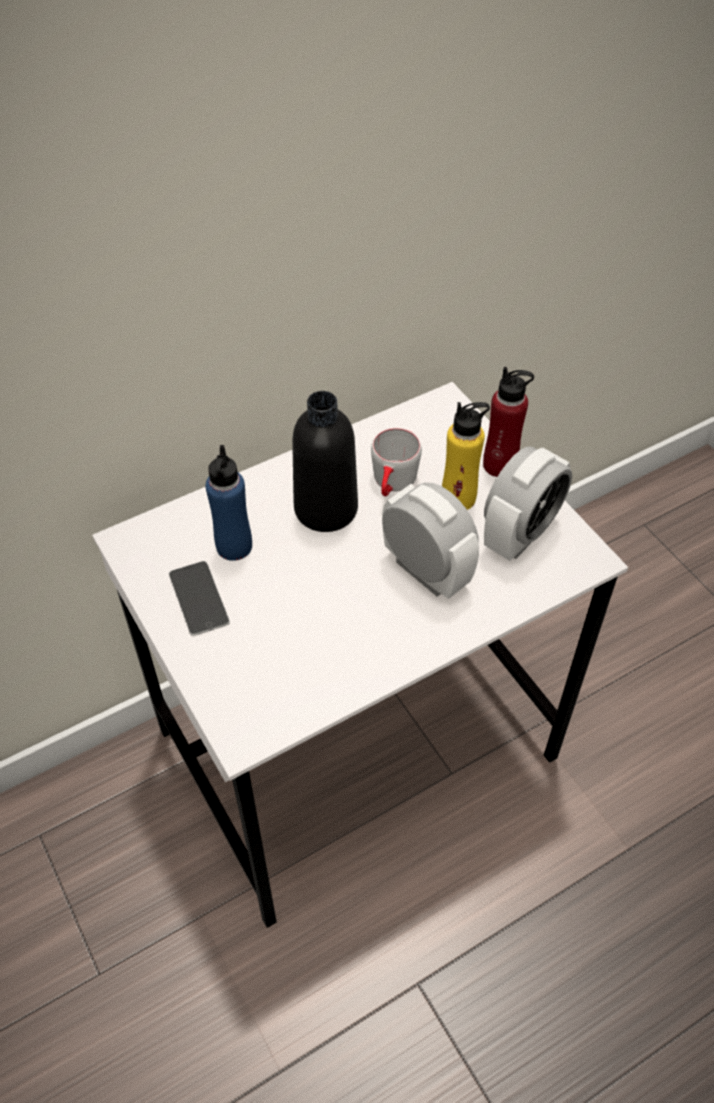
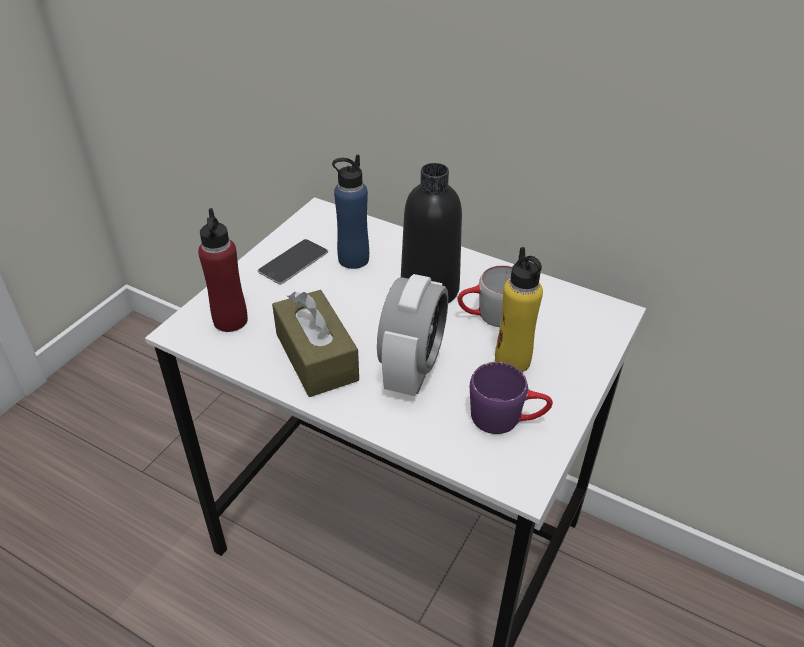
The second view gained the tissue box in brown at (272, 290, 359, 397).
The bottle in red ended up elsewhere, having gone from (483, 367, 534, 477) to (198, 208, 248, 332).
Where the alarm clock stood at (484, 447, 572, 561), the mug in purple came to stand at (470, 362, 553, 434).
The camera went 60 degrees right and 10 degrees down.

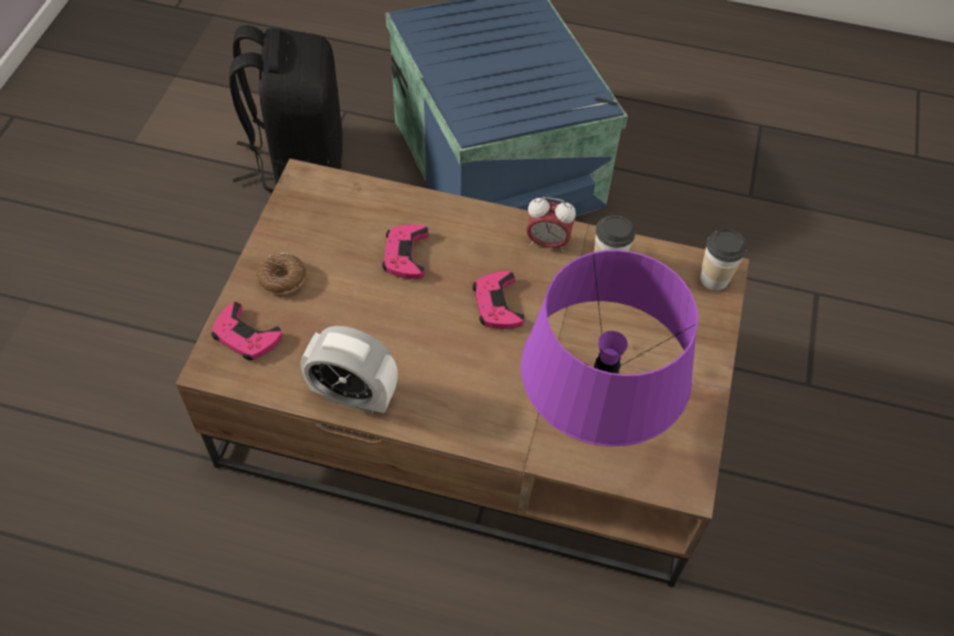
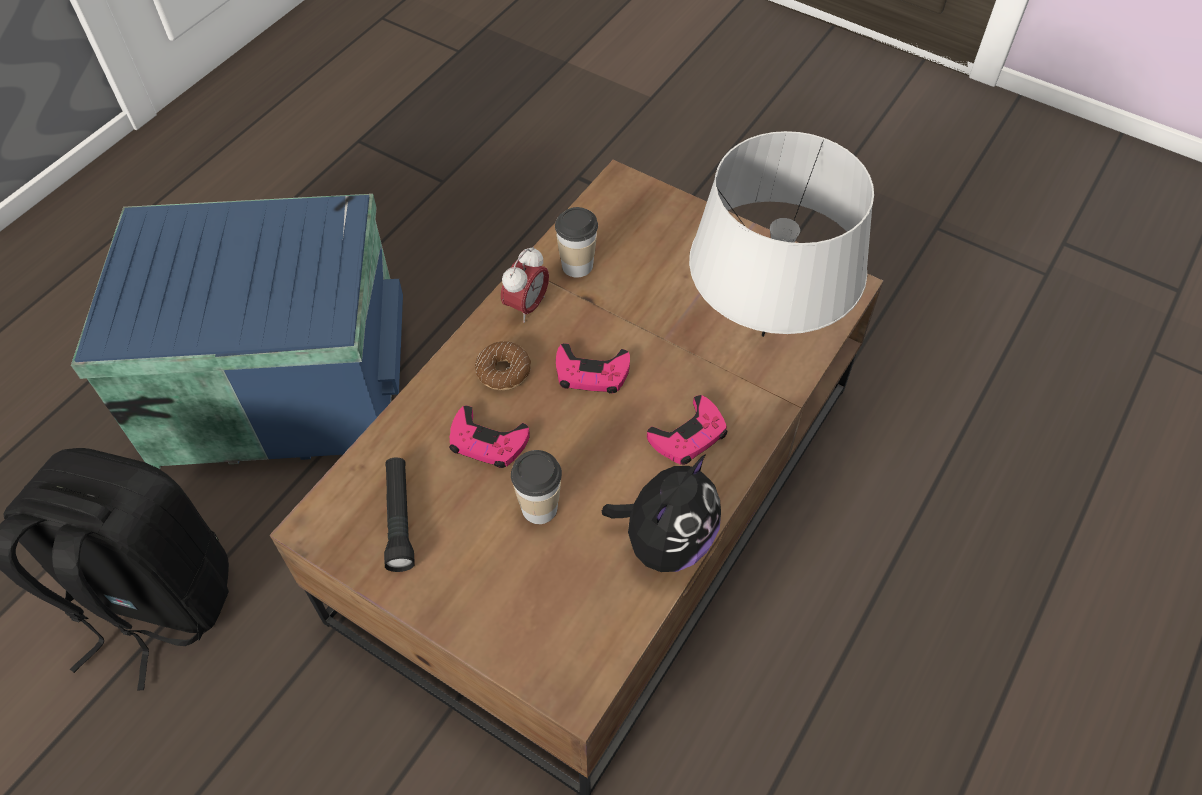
The second view gained the flashlight in black at (384, 458, 414, 572).
The game controller in pink ended up elsewhere, having gone from (211, 302, 283, 361) to (647, 395, 727, 465).
The donut ended up elsewhere, having gone from (256, 253, 306, 295) to (475, 341, 531, 390).
The cup ended up elsewhere, having gone from (700, 229, 747, 291) to (511, 450, 562, 524).
Where the alarm clock stood at (301, 326, 398, 414), the plush toy came to stand at (602, 454, 721, 572).
What was the table lamp in purple at (521, 250, 698, 446) turned into the table lamp in grey at (689, 131, 874, 337).
The camera went 70 degrees left and 0 degrees up.

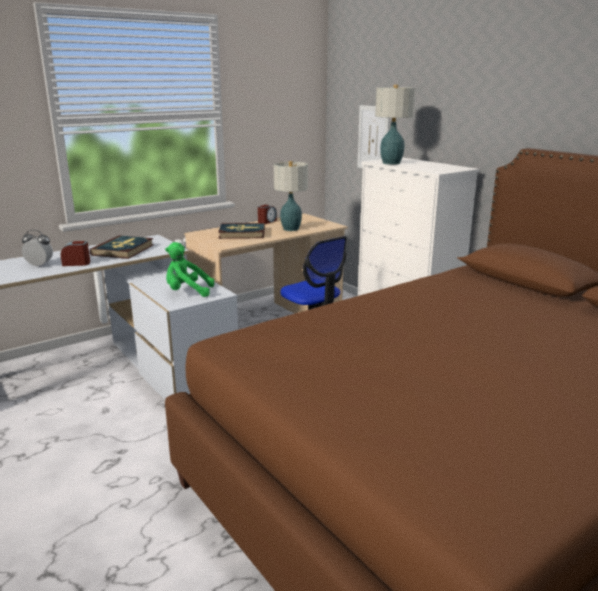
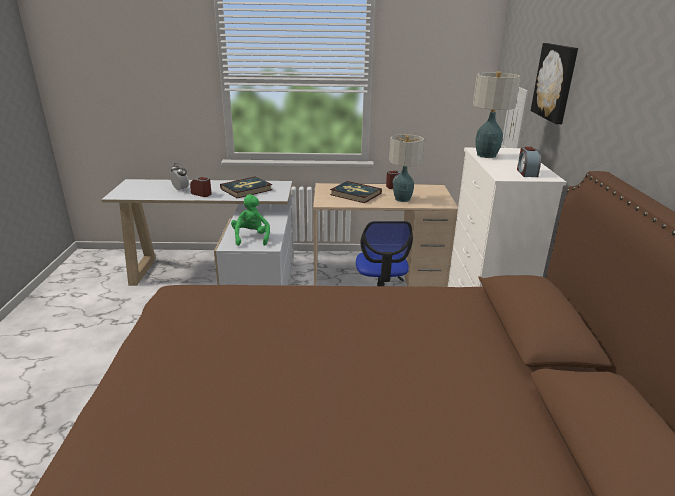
The second view gained the alarm clock at (517, 147, 541, 177).
The second view gained the picture at (531, 43, 578, 124).
The plush toy in green at (165, 242, 215, 297) ended up facing another way, 45 degrees clockwise from before.
The camera went 35 degrees right and 5 degrees up.

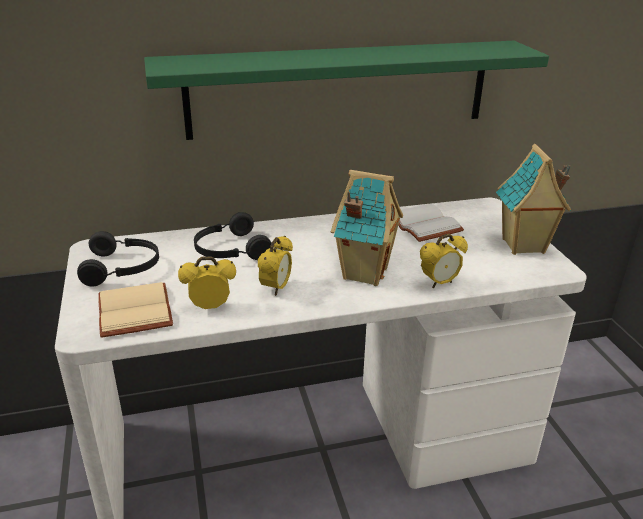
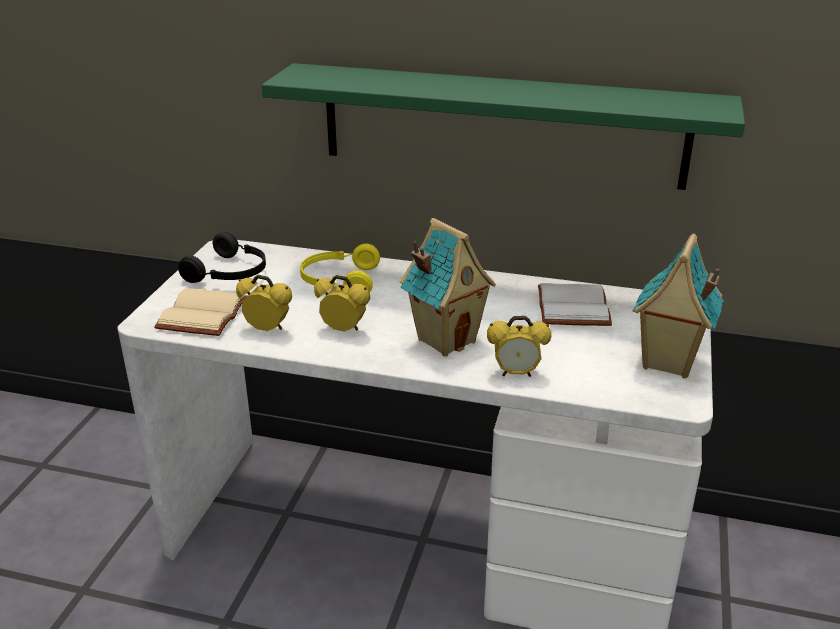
What was the headphones in black at (194, 212, 271, 260) turned into the headphones in yellow at (300, 244, 380, 292).
The alarm clock at (258, 236, 293, 296) ended up facing another way, 120 degrees counterclockwise from before.
The camera went 30 degrees right and 0 degrees up.

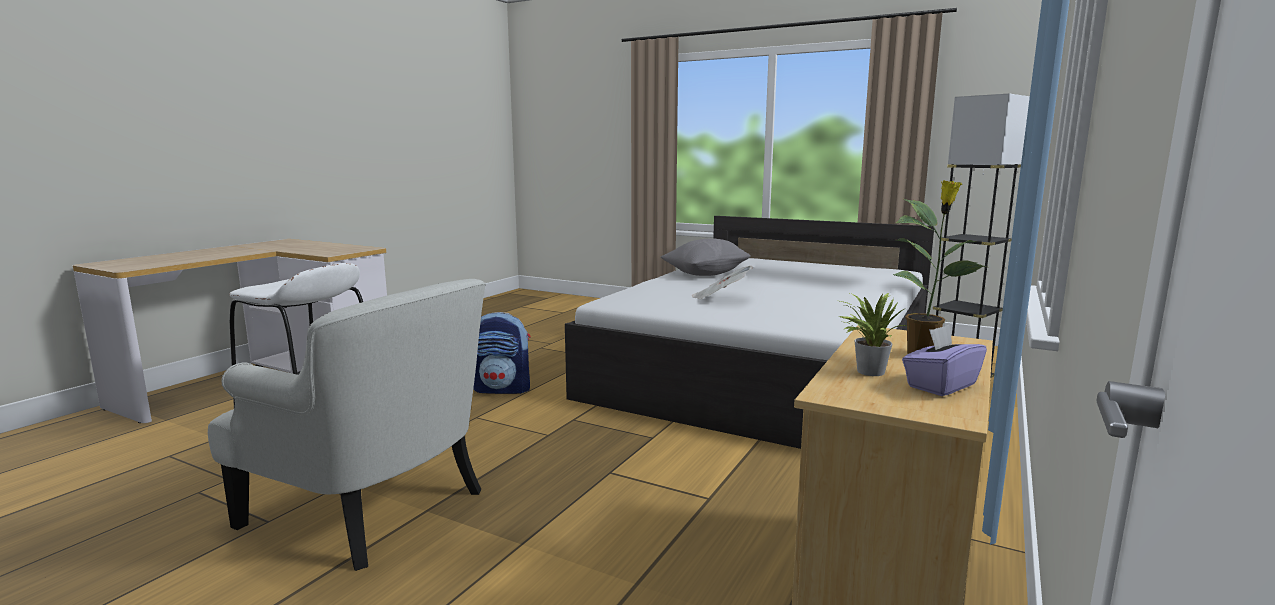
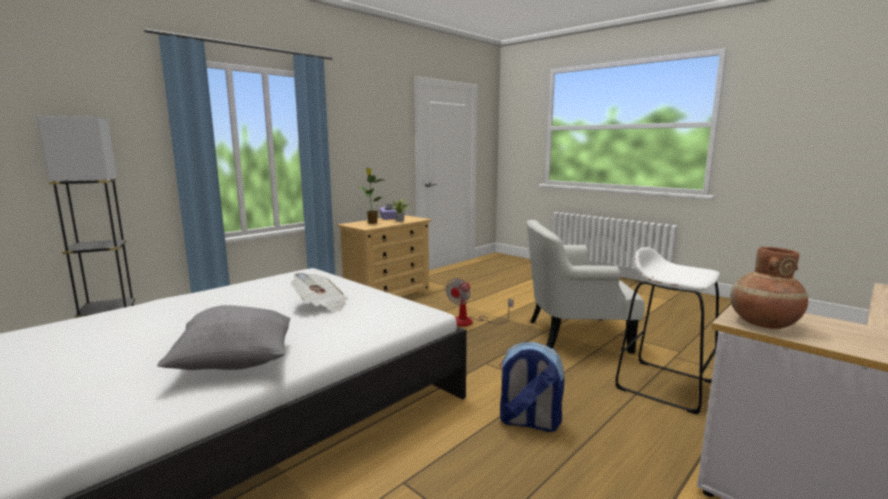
The second view gained the fan at (446, 278, 514, 327).
The second view gained the vase in brown at (730, 247, 808, 329).
The armchair in white at (208, 279, 486, 571) ended up facing another way, 45 degrees counterclockwise from before.
The camera went 165 degrees left and 0 degrees up.

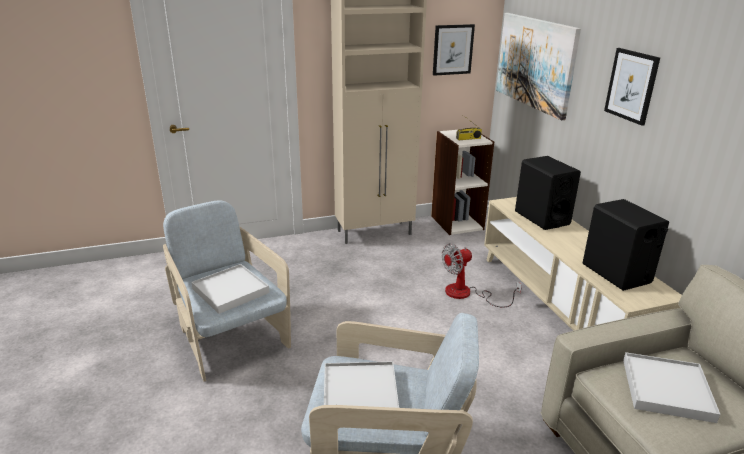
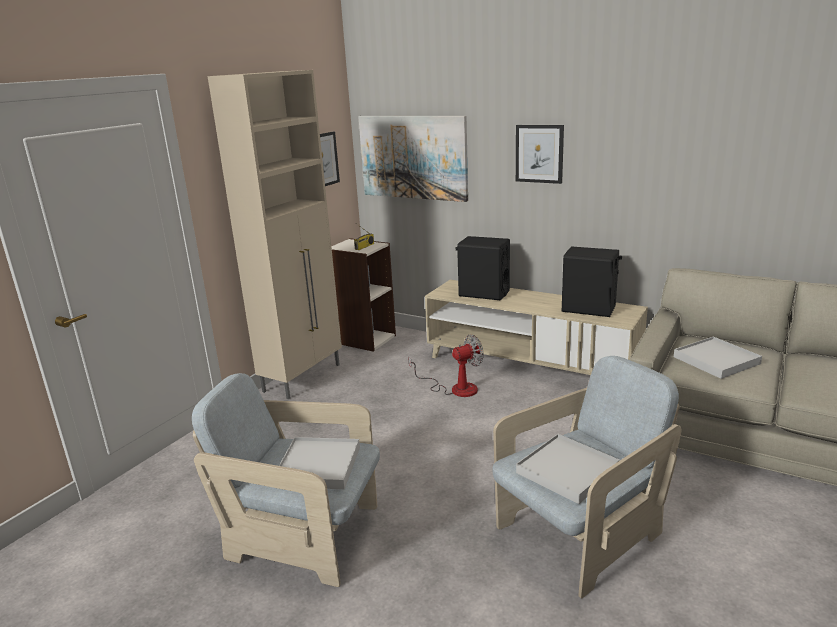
The fan at (442, 243, 522, 308) ended up facing another way, 135 degrees counterclockwise from before.
The camera went 40 degrees left and 5 degrees down.

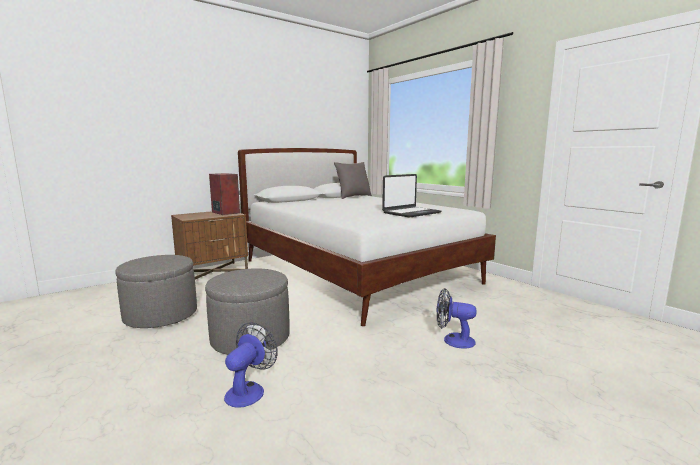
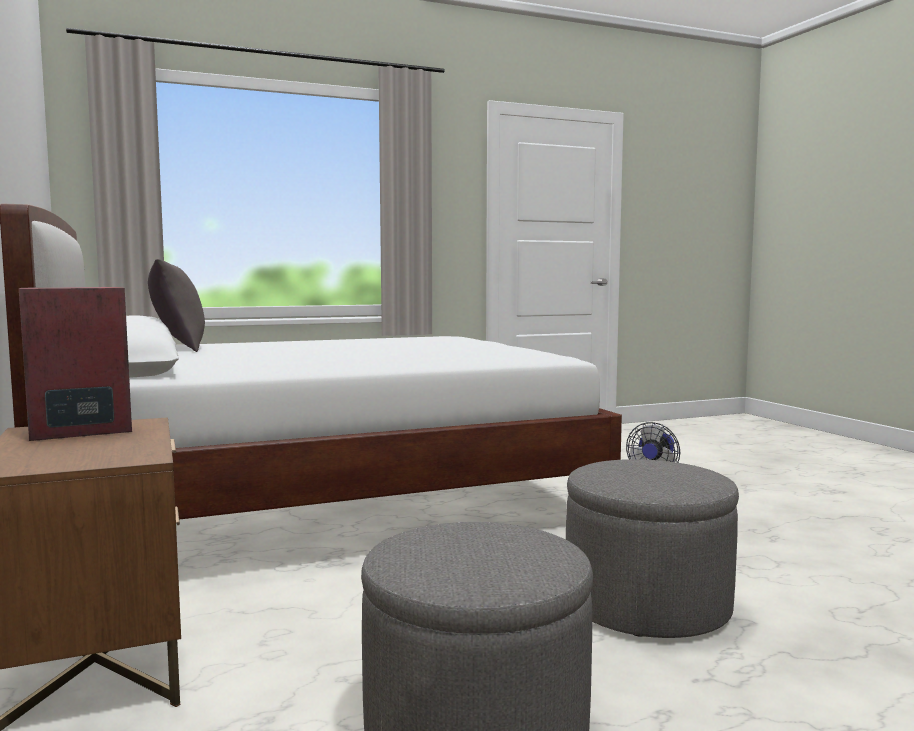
The second view lost the fan at (224, 322, 278, 408).
The second view lost the laptop at (382, 174, 441, 218).
The camera went 75 degrees left and 5 degrees down.

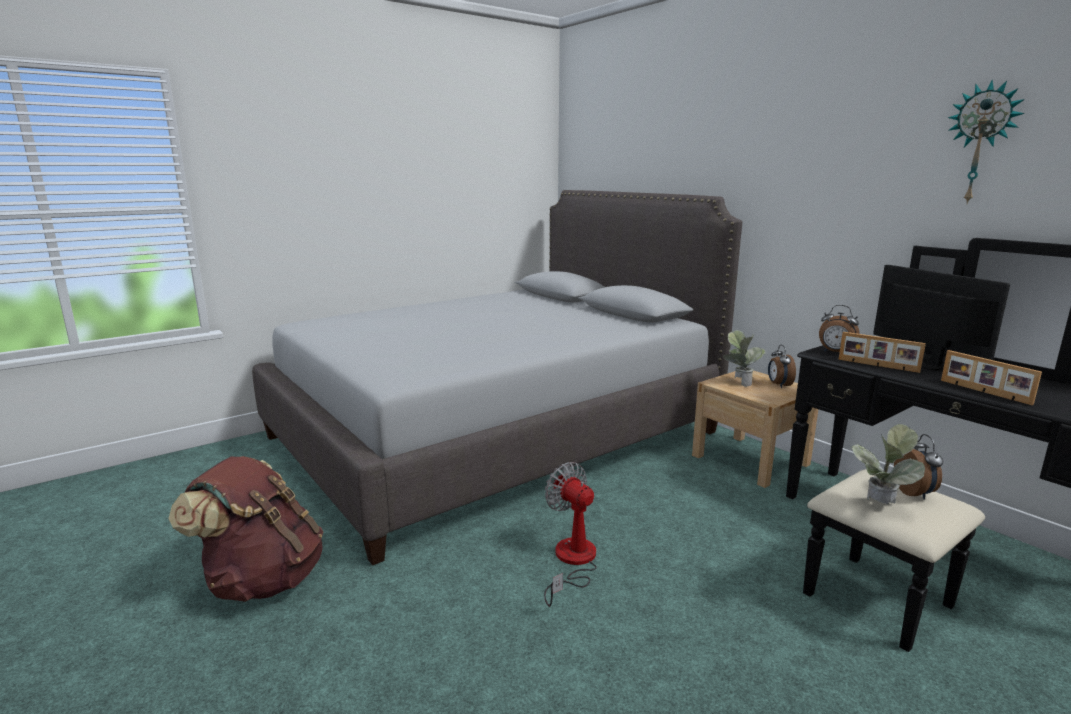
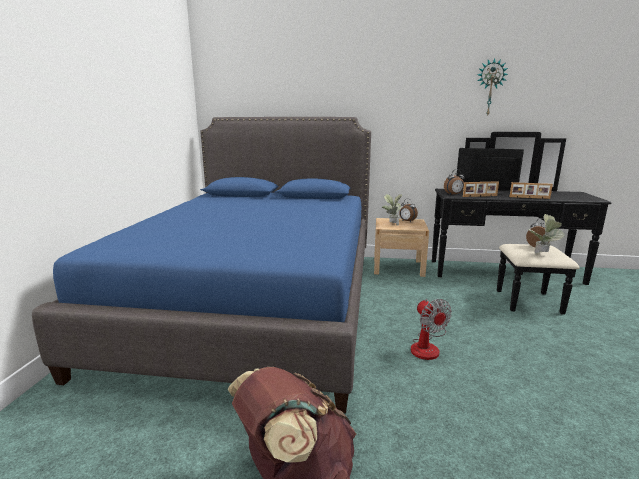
What was the bed in grey at (252, 190, 742, 565) turned into the bed in blue at (32, 117, 371, 413).
The fan at (544, 462, 597, 607) ended up facing another way, 120 degrees counterclockwise from before.
The camera went 45 degrees left and 0 degrees up.

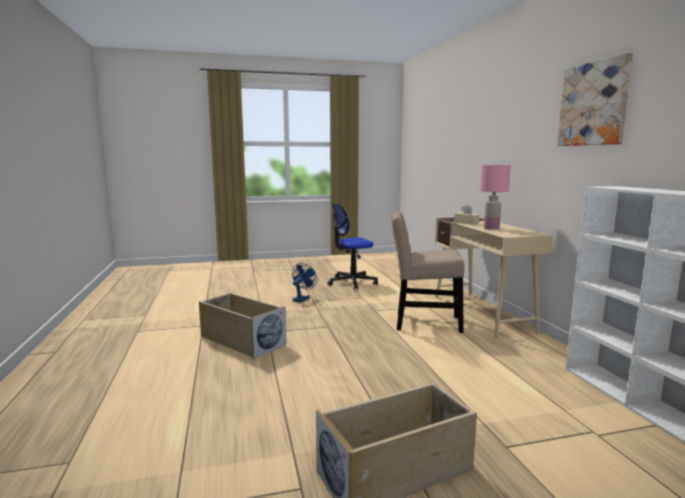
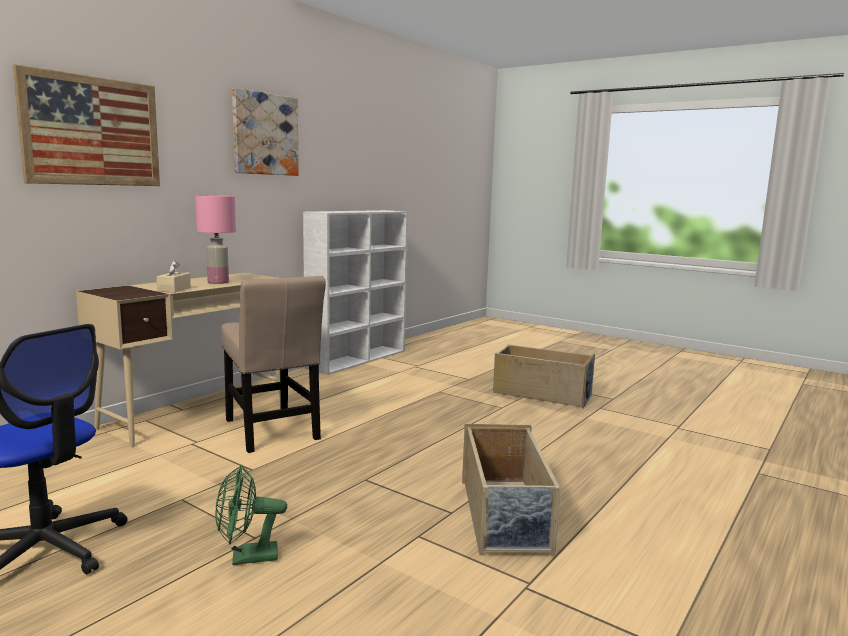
The second view gained the picture at (13, 64, 160, 186).
What was the fan in blue at (292, 263, 317, 303) turned into the fan in green at (215, 465, 287, 565).
The camera went 130 degrees left and 0 degrees up.

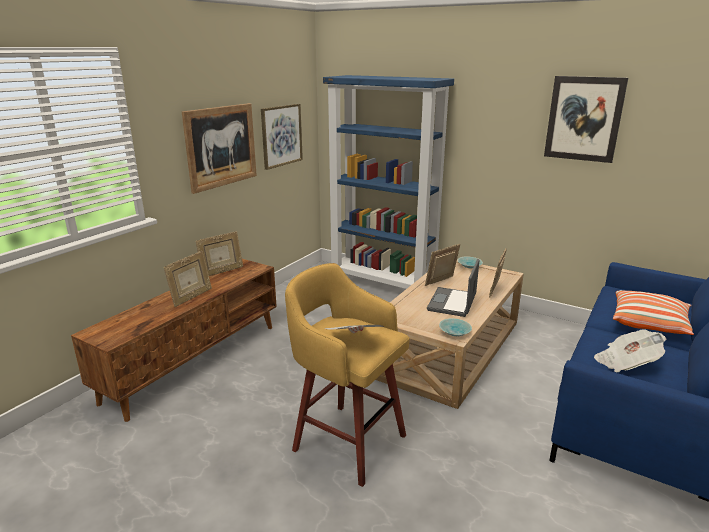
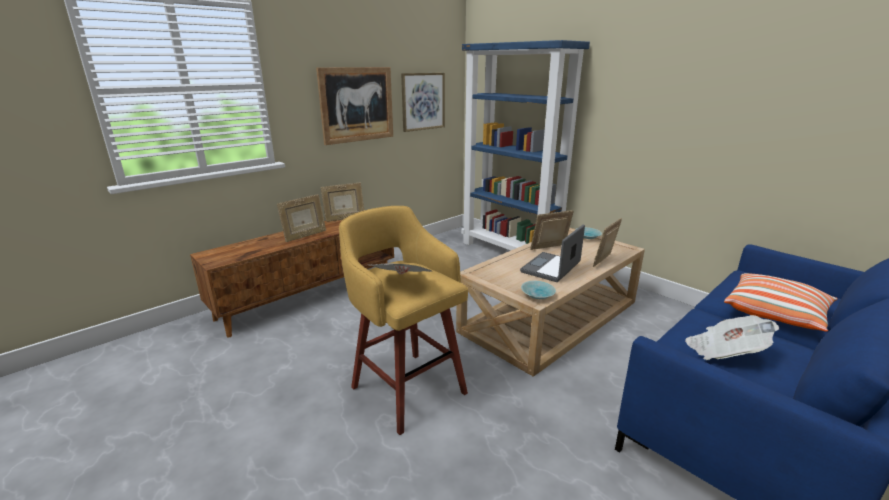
The second view lost the picture at (544, 76, 628, 163).
The camera went 15 degrees right and 0 degrees up.

